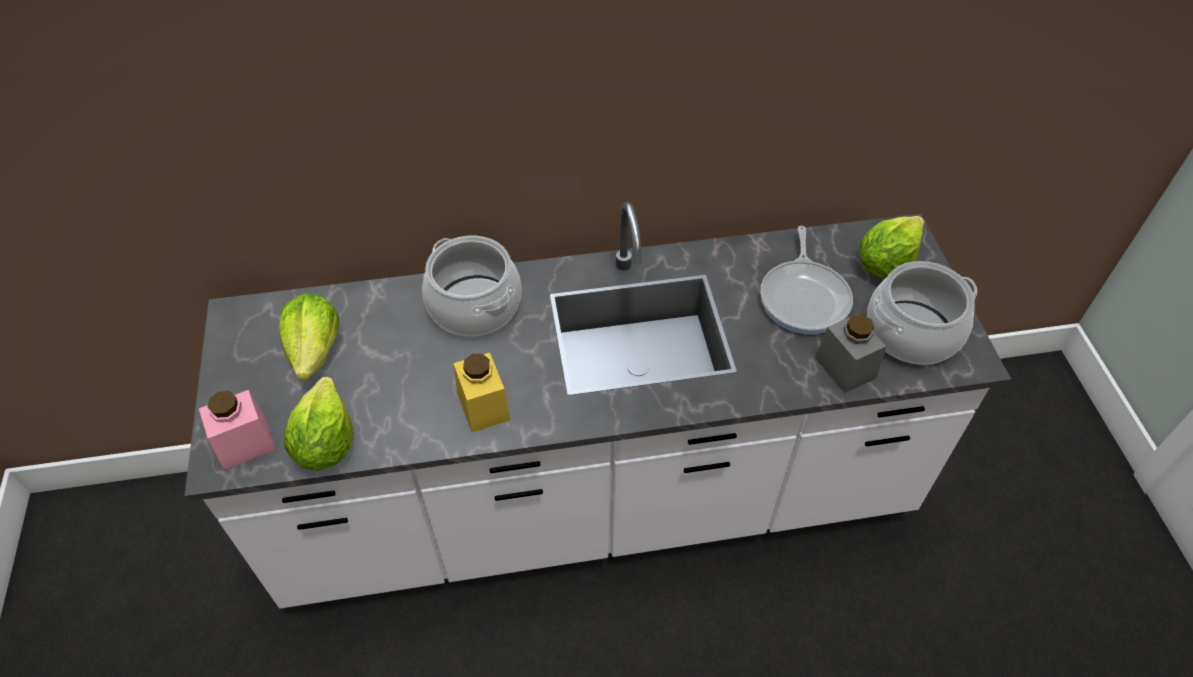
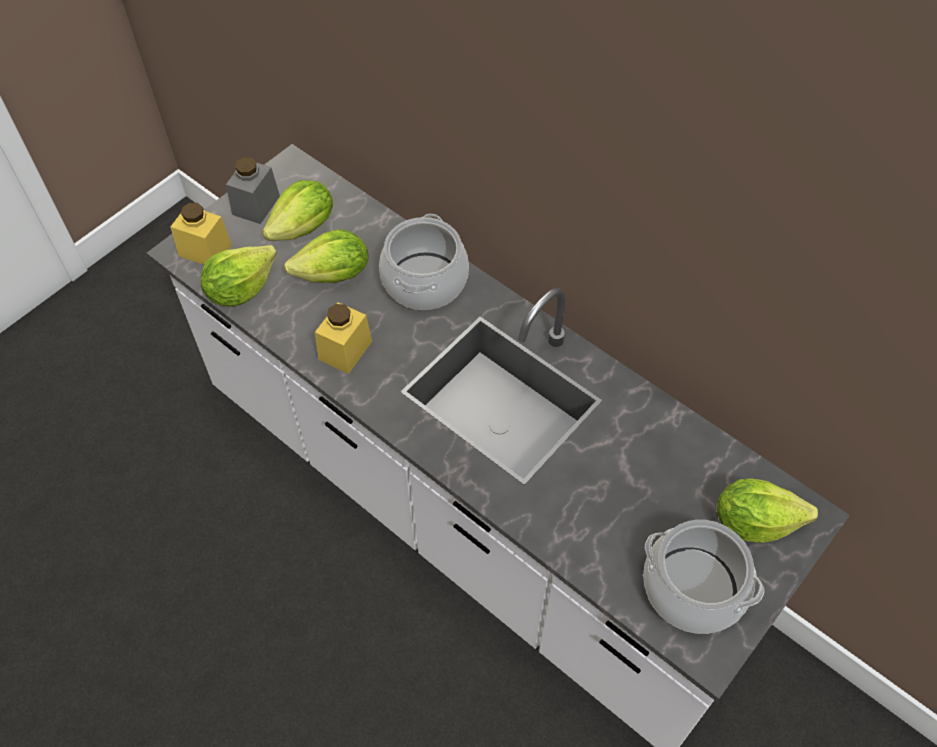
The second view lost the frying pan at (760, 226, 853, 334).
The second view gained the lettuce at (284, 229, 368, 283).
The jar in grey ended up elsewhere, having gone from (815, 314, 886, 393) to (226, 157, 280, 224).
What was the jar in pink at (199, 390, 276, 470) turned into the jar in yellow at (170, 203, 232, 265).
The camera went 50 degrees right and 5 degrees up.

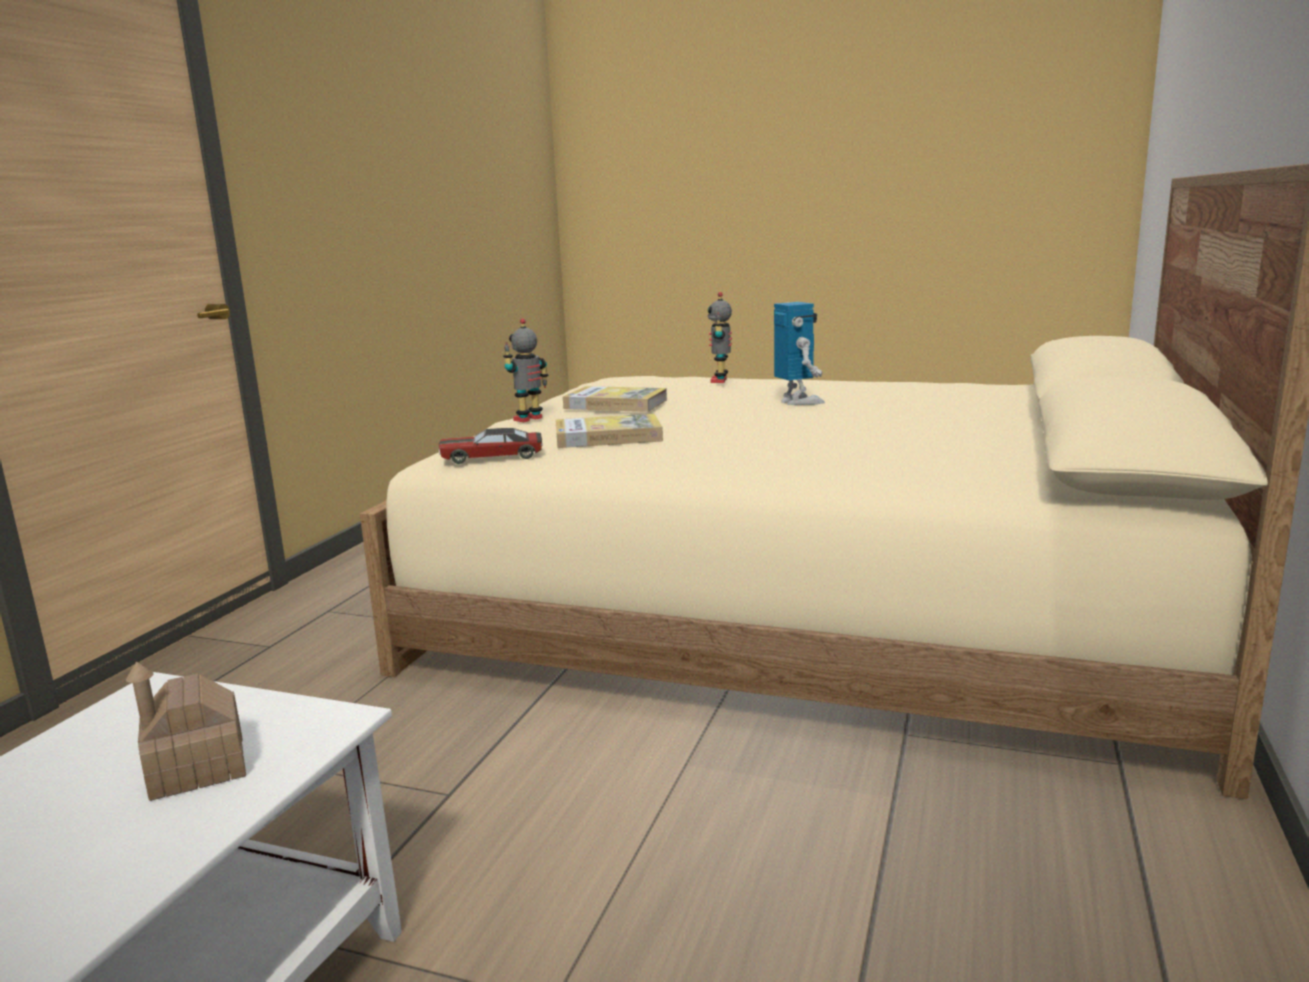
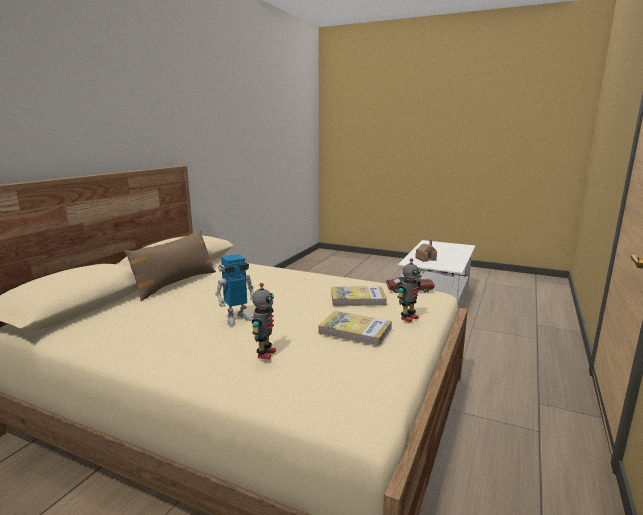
The second view gained the pillow in brown at (124, 229, 216, 301).
The toy robot at (774, 302, 825, 405) ended up facing another way, 105 degrees counterclockwise from before.
The camera went 175 degrees left and 0 degrees up.

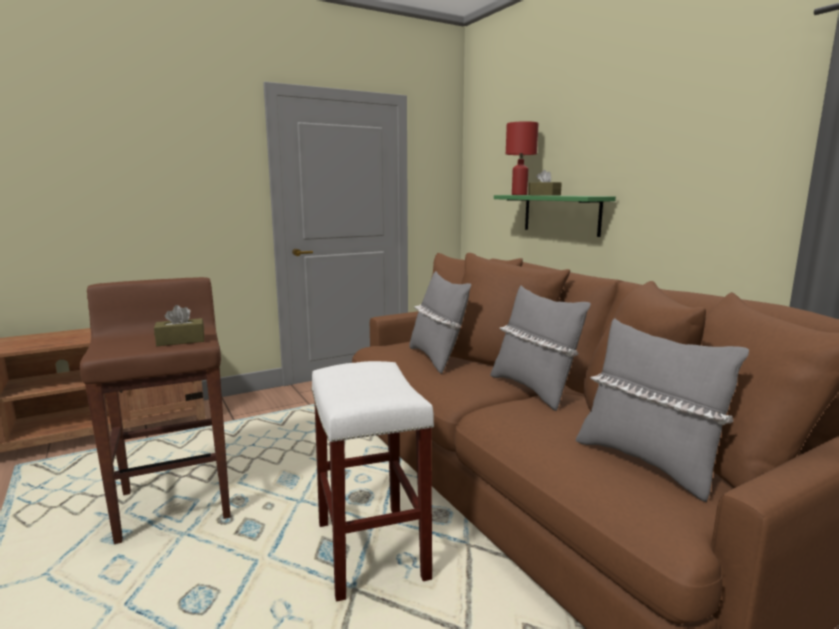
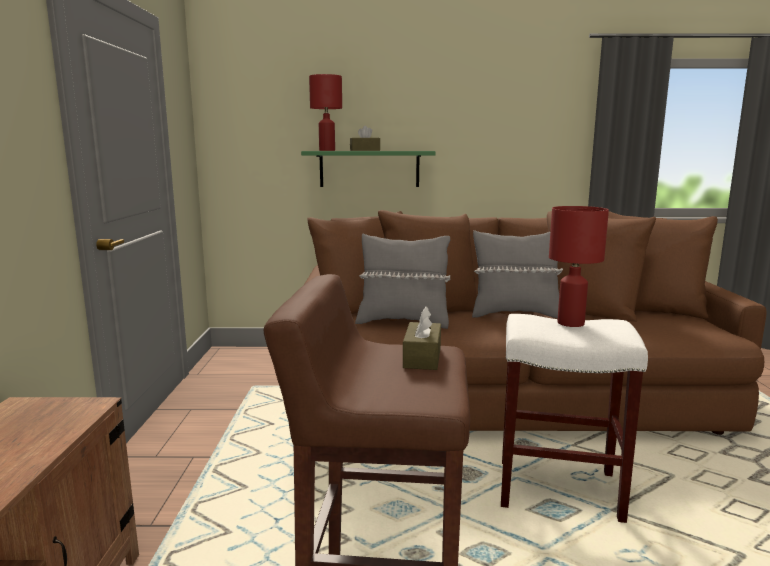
The second view lost the pillow in grey at (576, 318, 749, 502).
The second view gained the table lamp in red at (549, 206, 609, 327).
The camera went 60 degrees left and 0 degrees up.

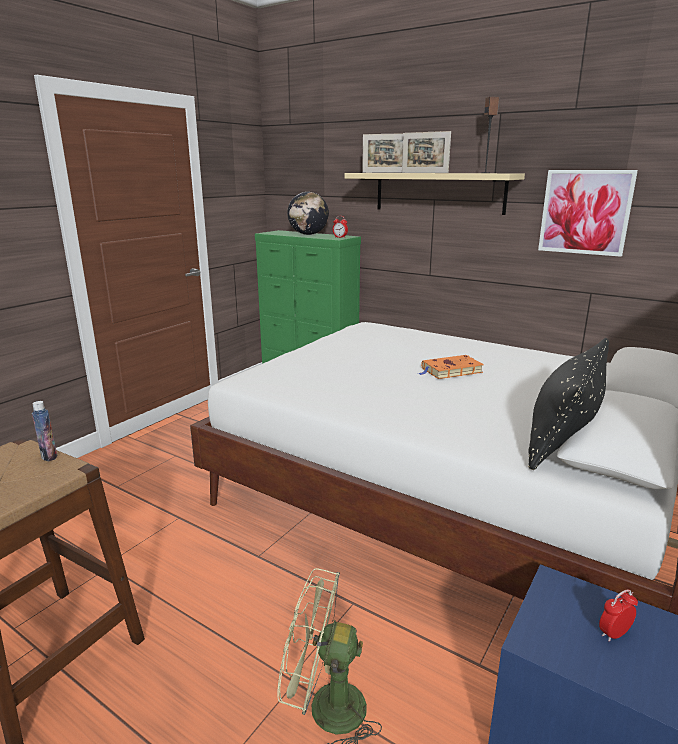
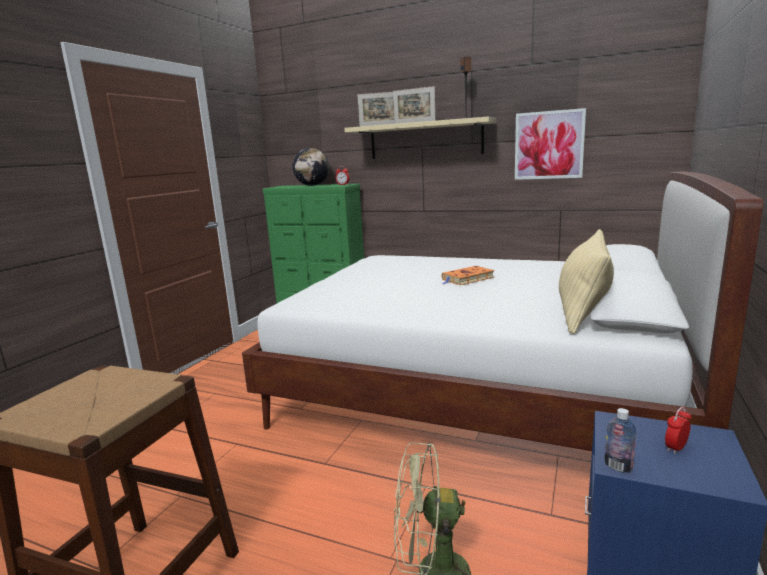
The bottle ended up elsewhere, having gone from (32, 401, 57, 461) to (604, 408, 637, 473).
What was the pillow in black at (528, 338, 609, 470) turned into the pillow in beige at (559, 229, 614, 334).
The camera went 10 degrees left and 5 degrees down.

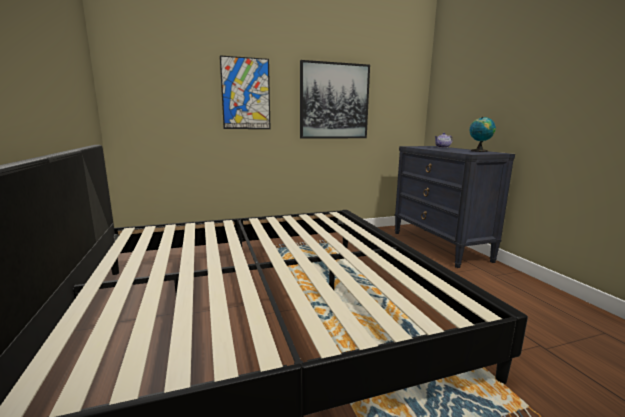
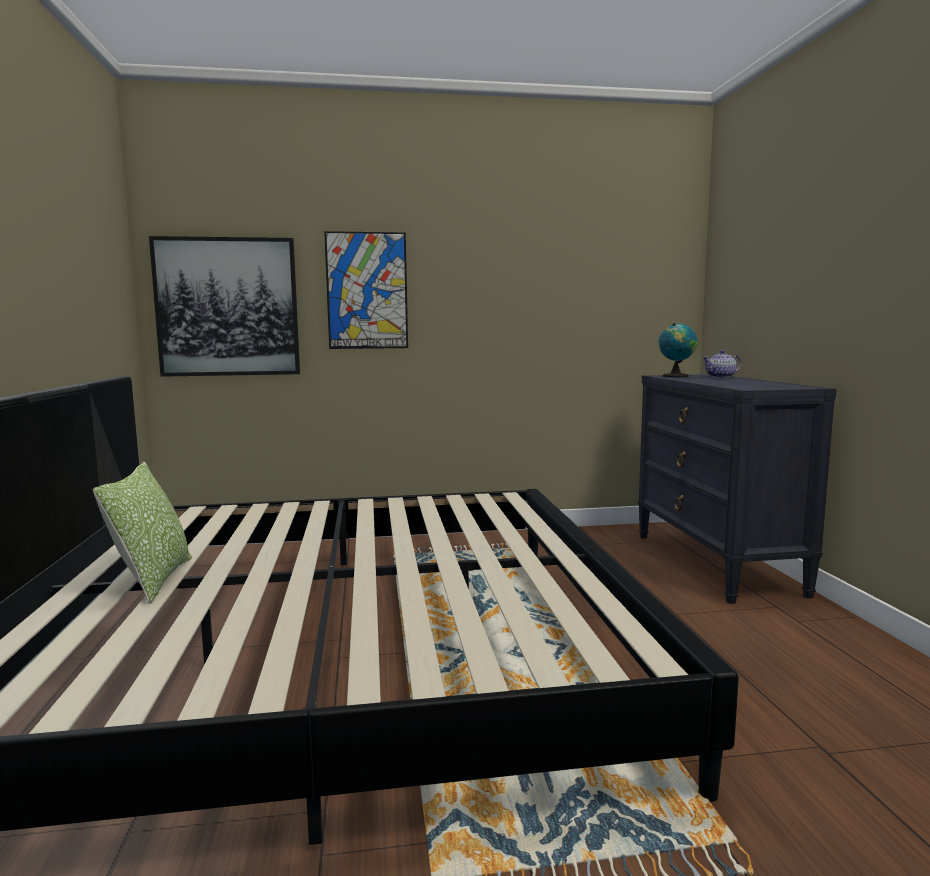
The second view gained the pillow at (93, 462, 192, 604).
The picture ended up elsewhere, having gone from (300, 60, 370, 139) to (149, 236, 300, 377).
The globe ended up elsewhere, having gone from (469, 117, 496, 152) to (659, 323, 697, 377).
The camera went 10 degrees right and 5 degrees down.

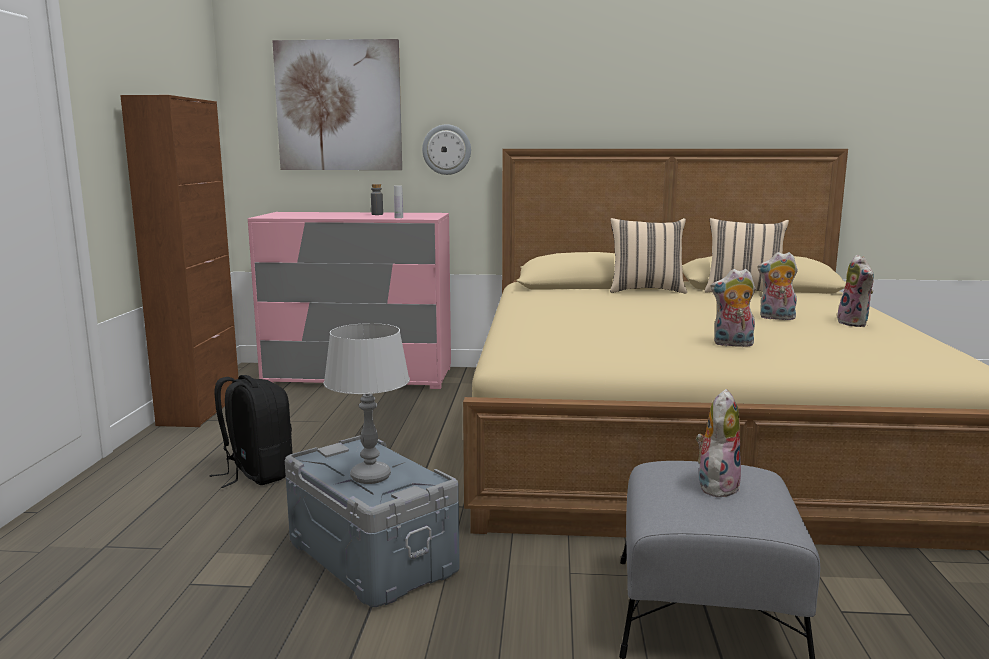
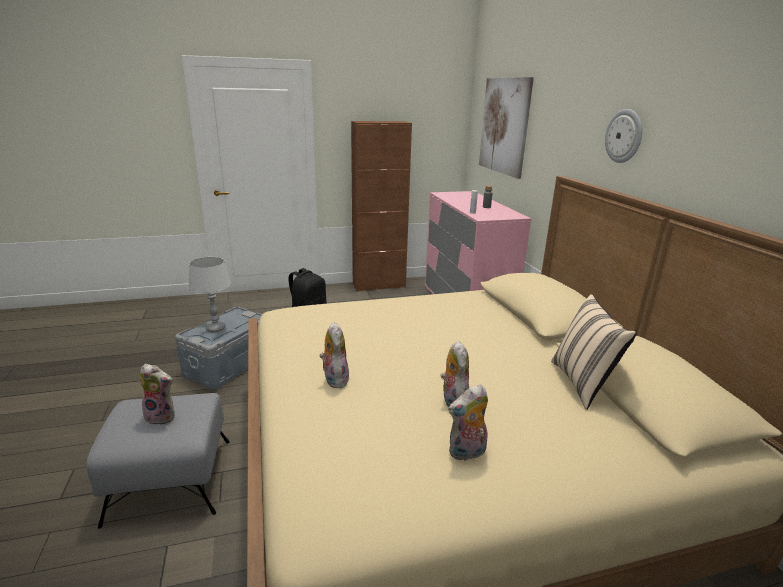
The second view lost the pillow in beige at (610, 218, 687, 293).
The wall clock ended up elsewhere, having gone from (422, 124, 471, 175) to (605, 109, 642, 163).
The camera went 70 degrees right and 10 degrees up.

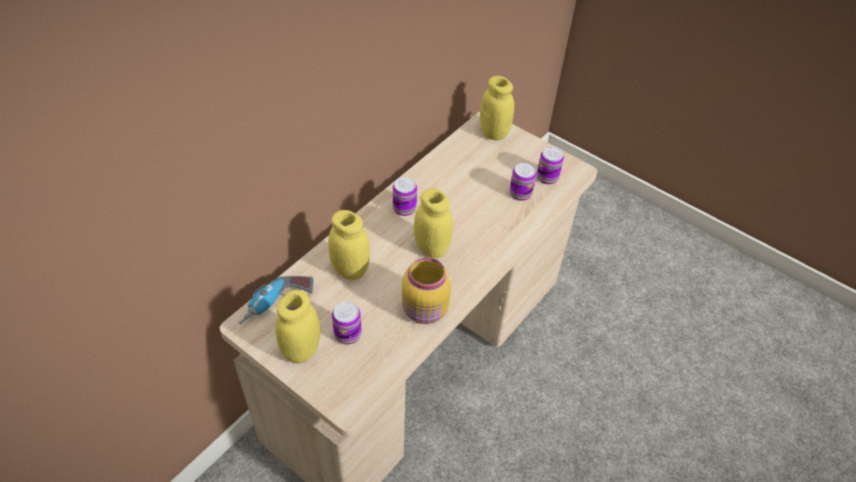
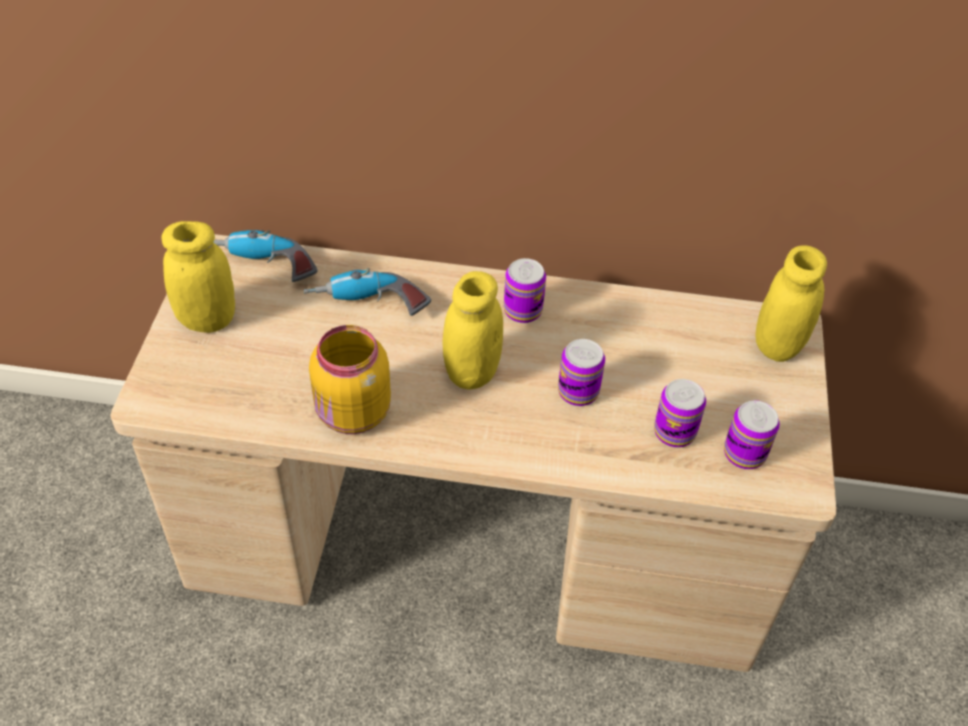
The can ended up elsewhere, having gone from (332, 302, 362, 344) to (558, 339, 605, 406).
Where the jar in yellow stood at (328, 210, 370, 280), the power drill came to stand at (304, 268, 431, 316).
The camera went 60 degrees right and 0 degrees up.

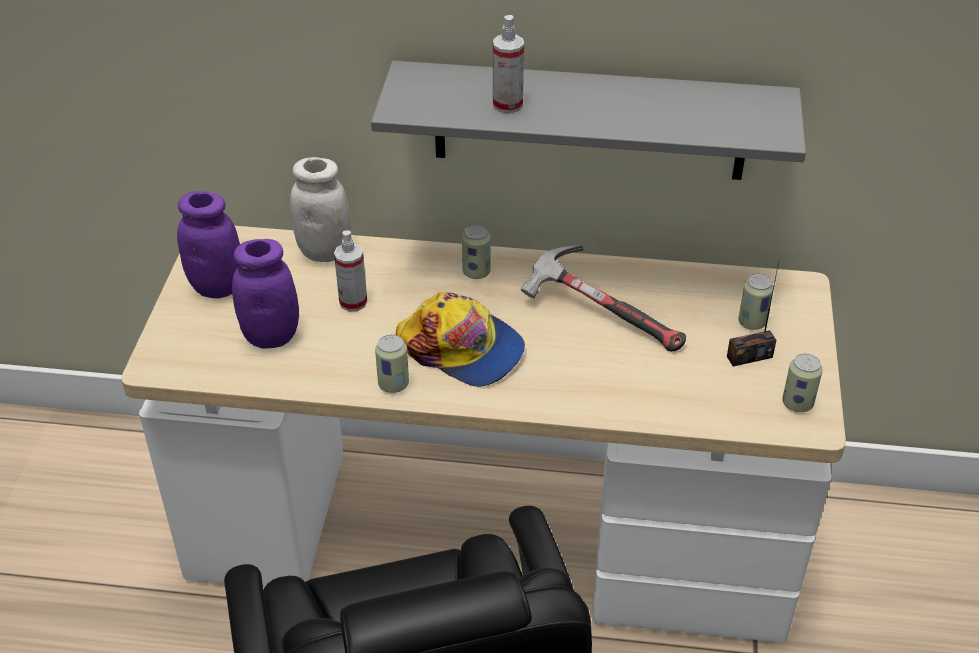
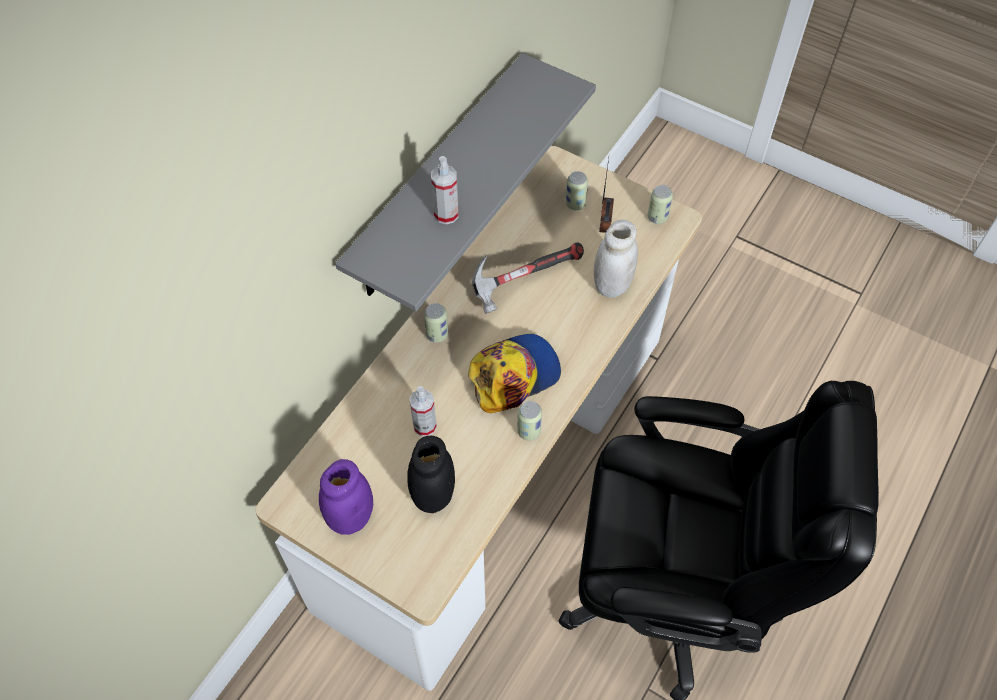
The jar in white ended up elsewhere, having gone from (290, 157, 351, 262) to (594, 220, 638, 298).
What was the jar in purple at (232, 239, 299, 349) turned into the jar in black at (407, 436, 455, 513).
The camera went 65 degrees left and 15 degrees up.

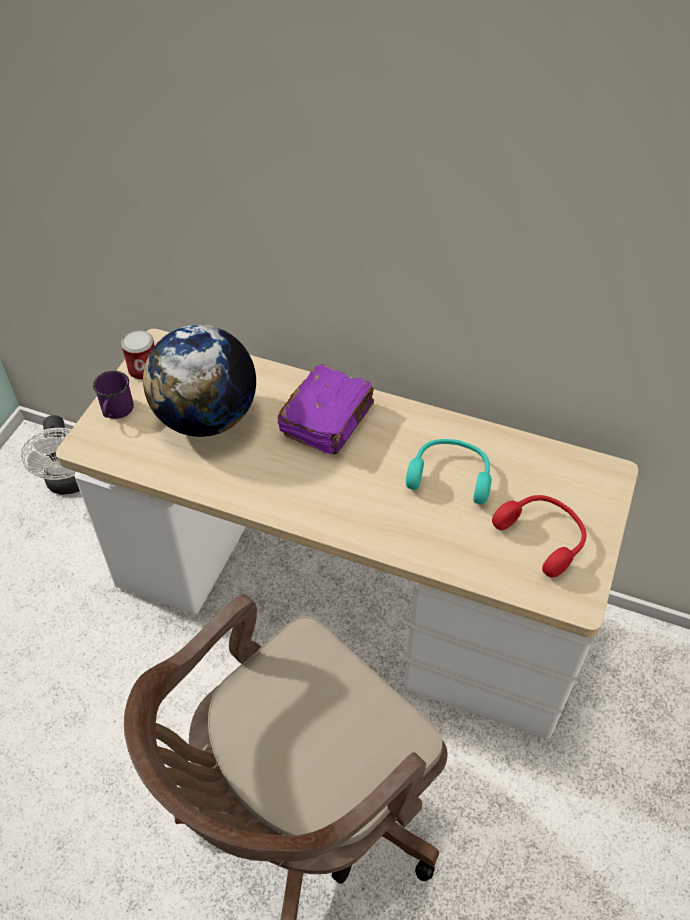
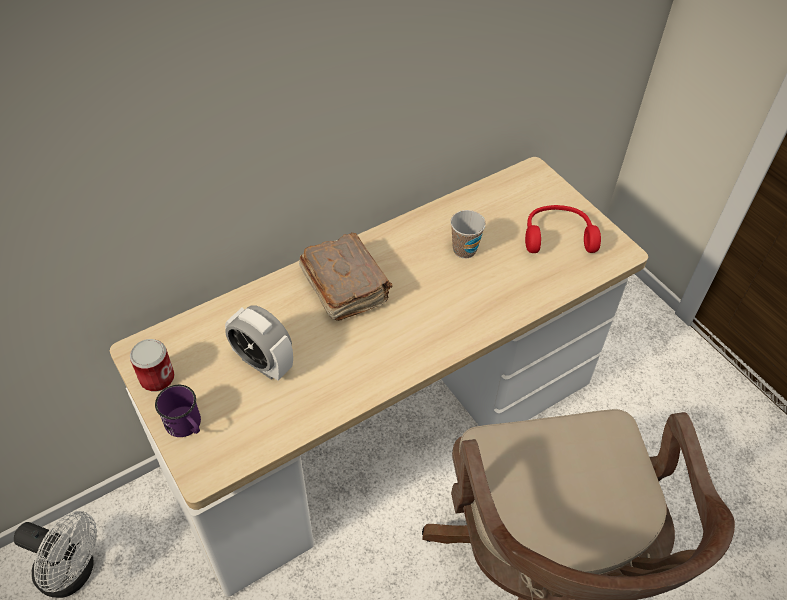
Where the globe stood at (143, 325, 256, 437), the alarm clock came to stand at (225, 305, 293, 380).
Where the headphones in turquoise stood at (406, 439, 491, 504), the cup came to stand at (450, 210, 486, 258).
What was the book in purple at (278, 364, 374, 454) turned into the book in brown at (299, 233, 392, 321).
The camera went 55 degrees left and 0 degrees up.

